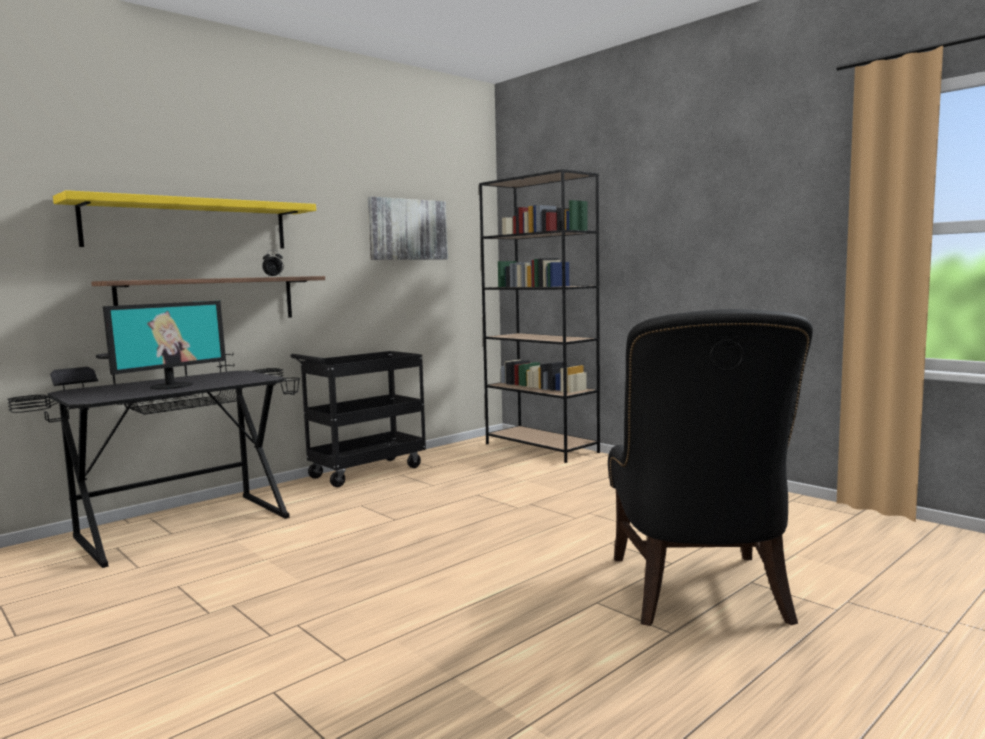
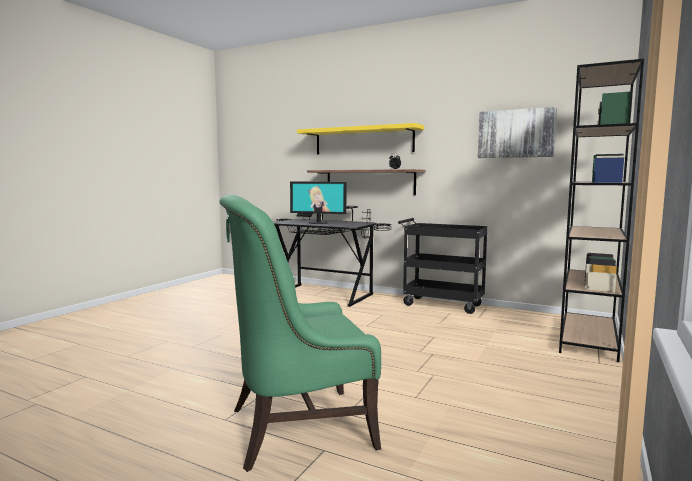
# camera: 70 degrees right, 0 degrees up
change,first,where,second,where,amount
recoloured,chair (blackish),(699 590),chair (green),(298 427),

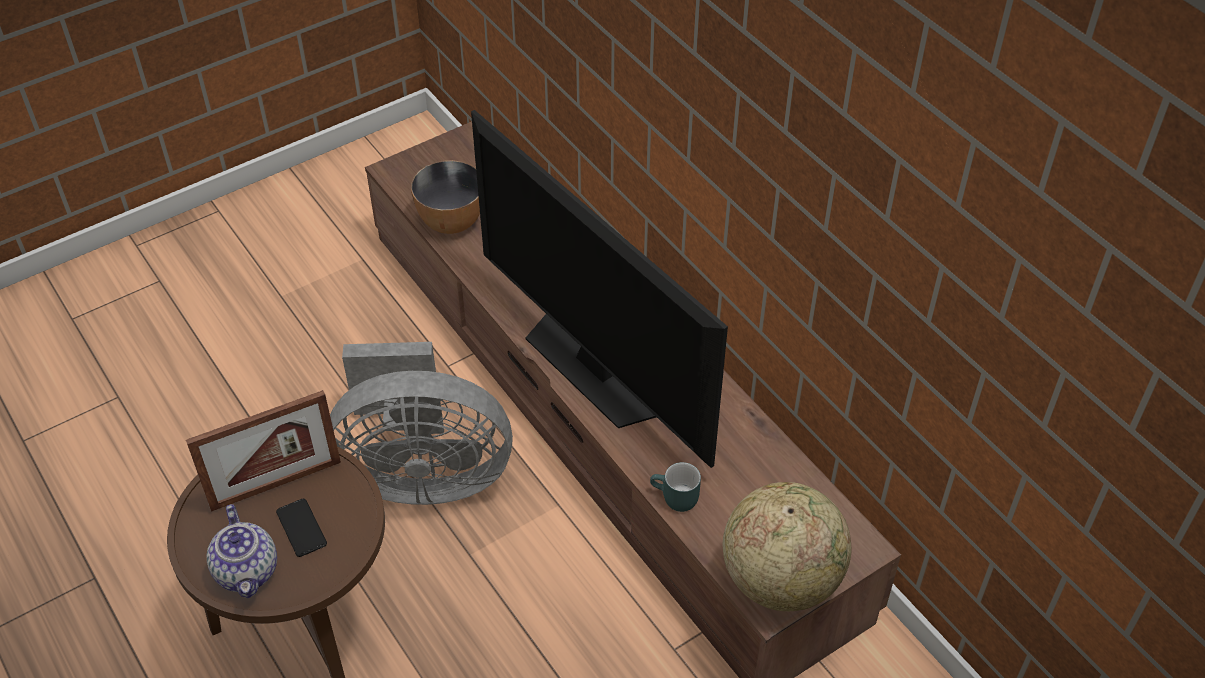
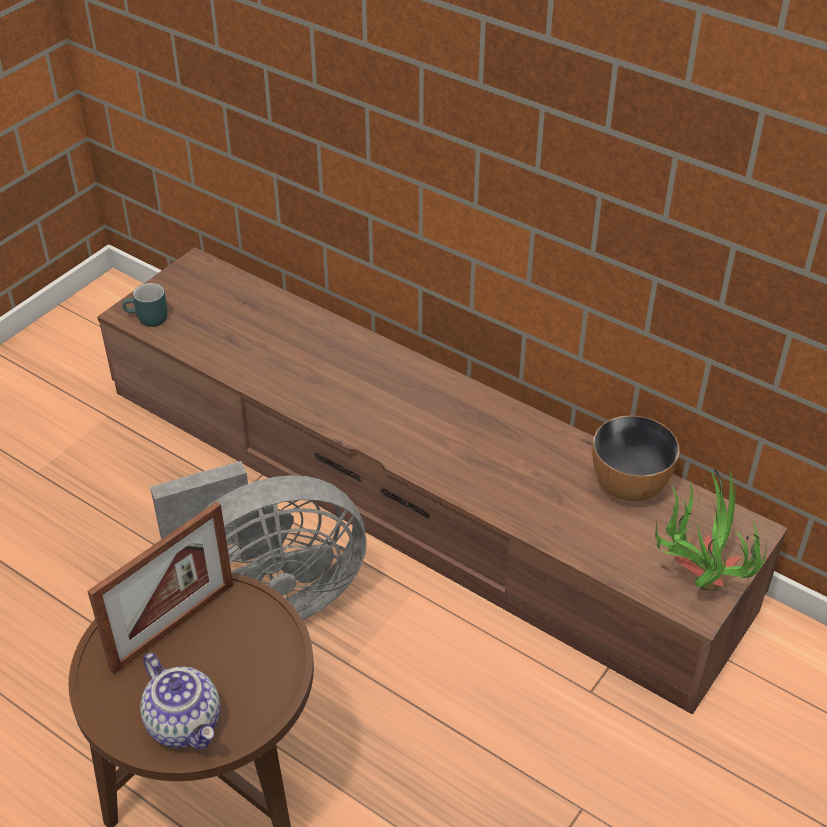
# camera: 20 degrees left, 5 degrees down
change,first,where,second,where,amount
removed,TV set,(596 367),,,
moved,bowl,(452 221),,(629 485),
moved,tea mug (turquoise),(674 499),,(148 320),
replaced,world globe,(781 579),houseplant,(695 581),
removed,handset,(301 528),,,

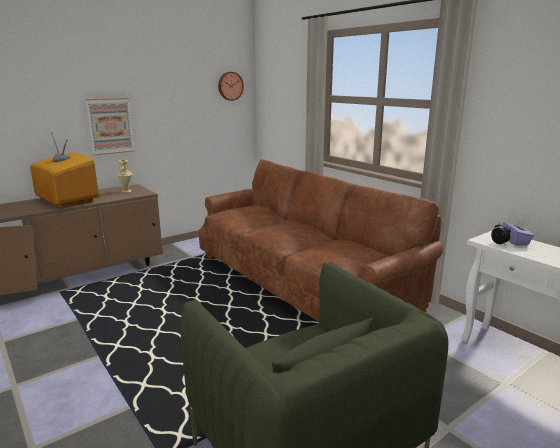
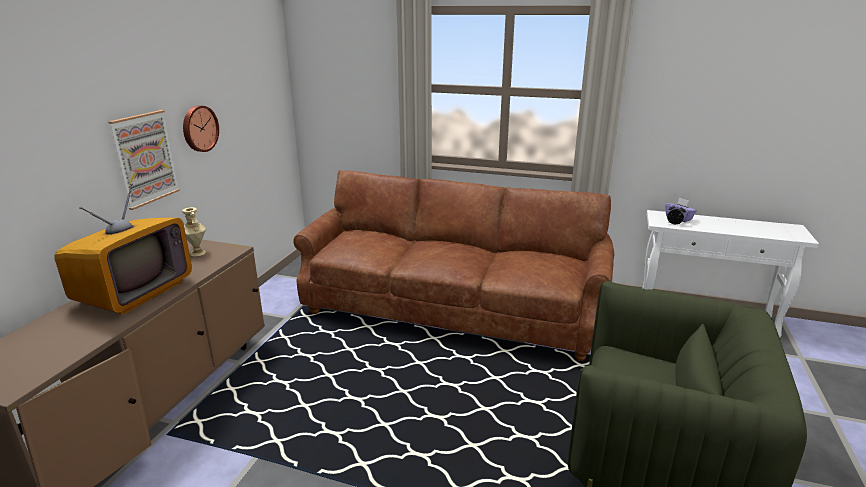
# camera: 35 degrees left, 5 degrees up
change,first,where,second,where,amount
moved,hanging clock,(230 86),,(199 128),
turned,TV set,(67 200),,(134 292),105 degrees clockwise

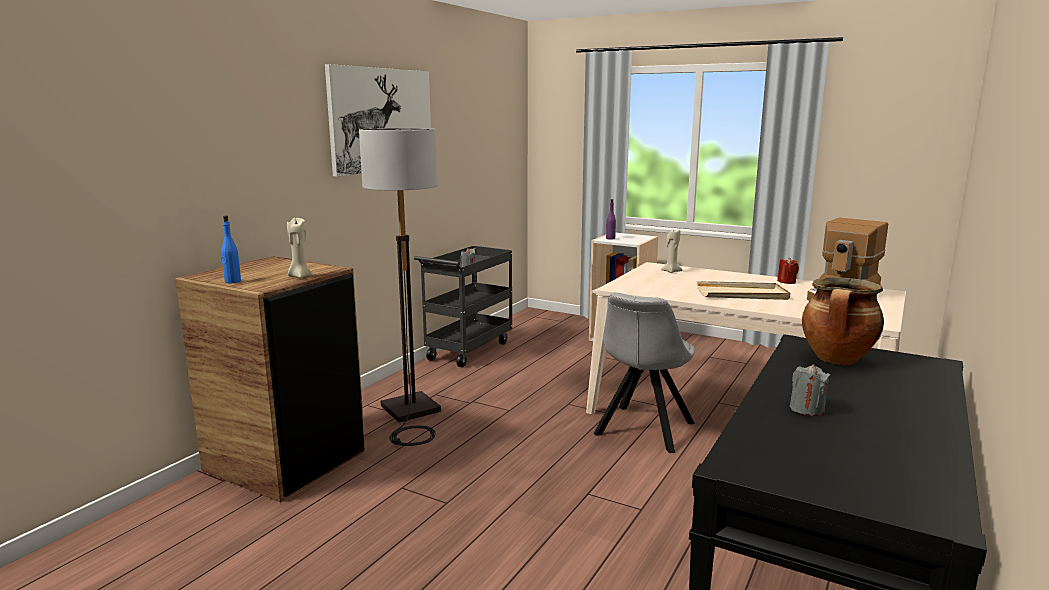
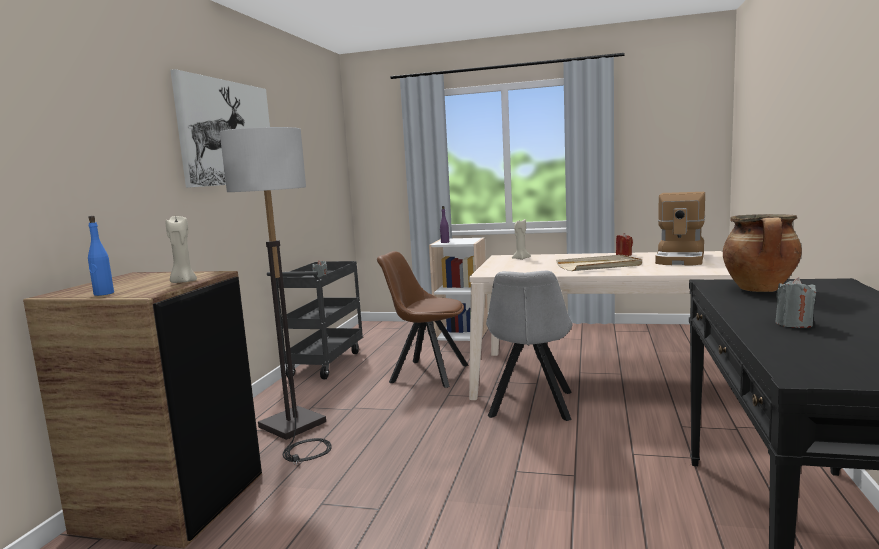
# camera: 15 degrees left, 5 degrees down
change,first,where,second,where,amount
added,,,chair (brown),(427 373),

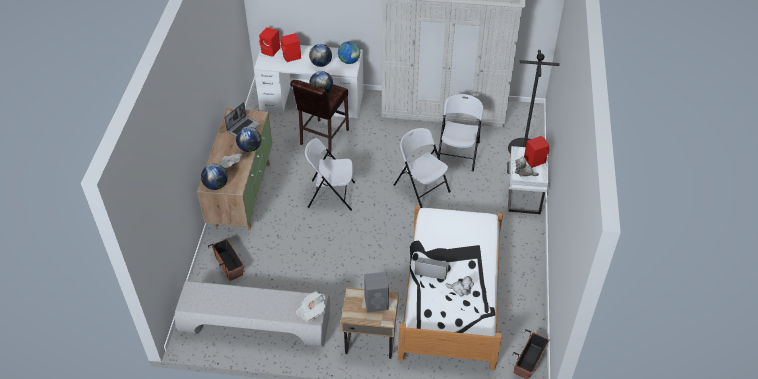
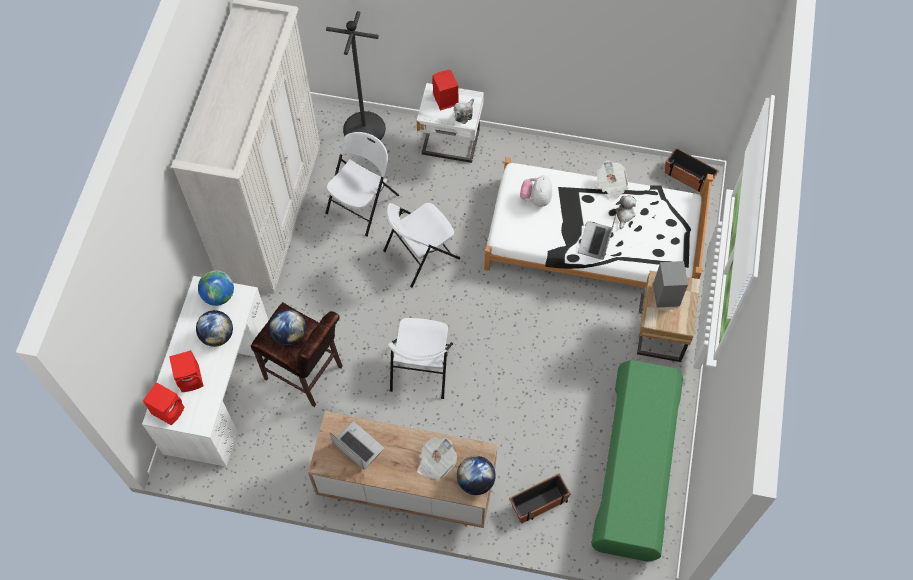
# camera: 85 degrees left, 15 degrees up
change,first,where,second,where,amount
turned,chair (whitish),(458 154),,(362 204),105 degrees clockwise
removed,world globe,(249 148),,,
recoloured,bench (grey),(255 323),bench (green),(635 466),
moved,newspaper,(311 311),,(611 185),
added,,,cuddly toy,(536 199),

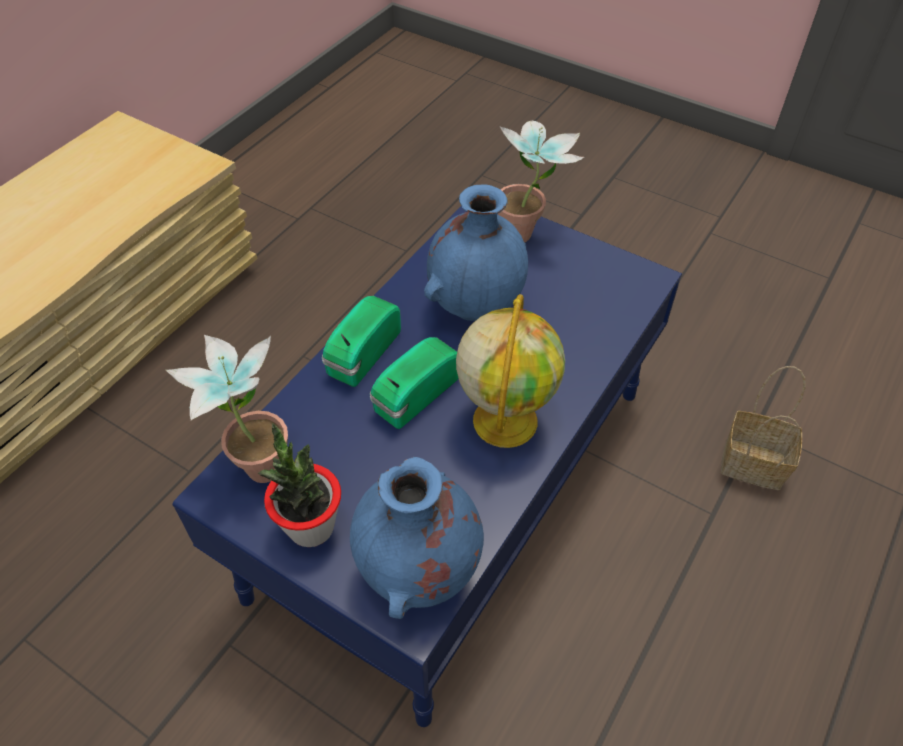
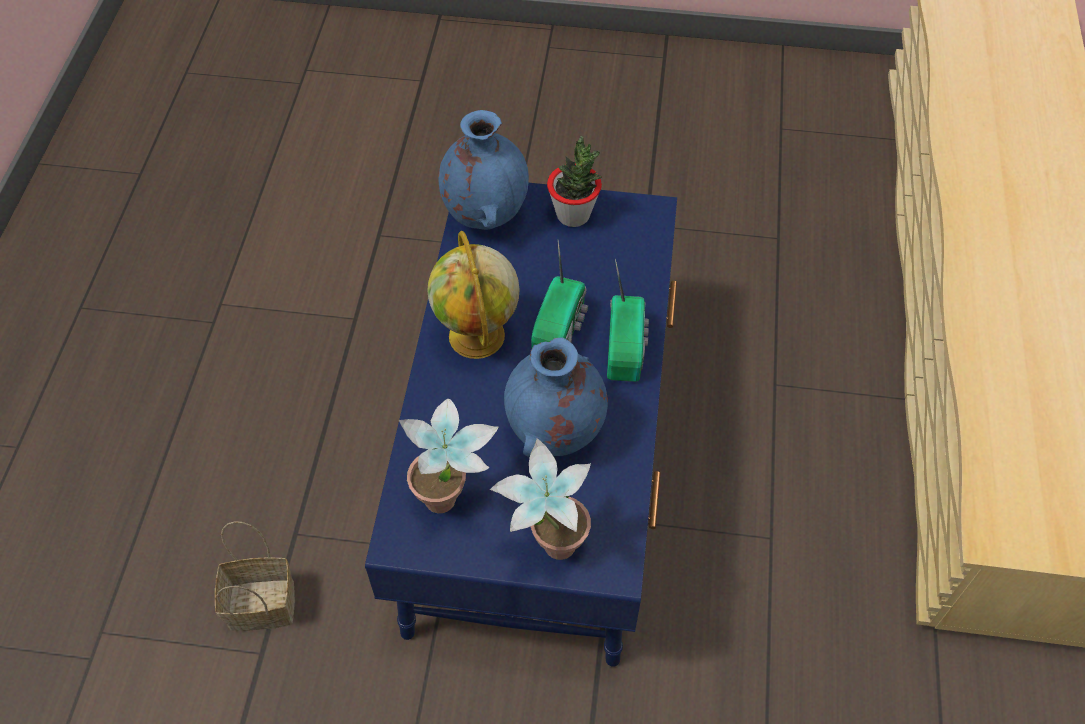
# camera: 155 degrees right, 5 degrees up
change,first,where,second,where,amount
moved,houseplant,(256 460),,(452 503),

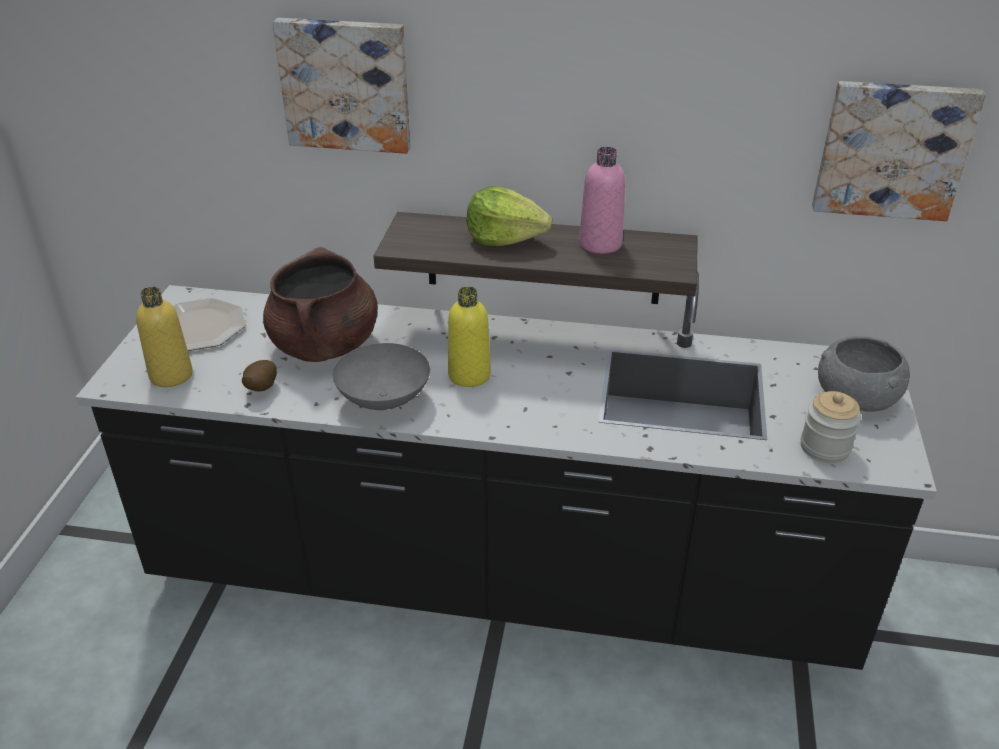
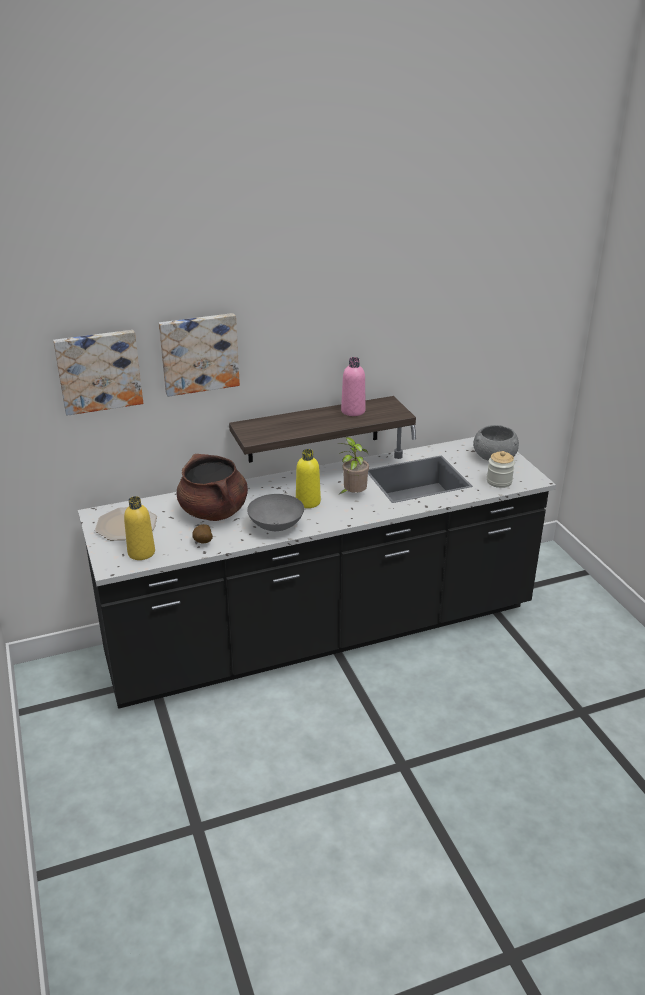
# camera: 30 degrees left, 5 degrees down
change,first,where,second,where,amount
moved,picture,(892 149),,(98 371),
removed,head of lettuce,(505 238),,,
added,,,houseplant,(353 495),

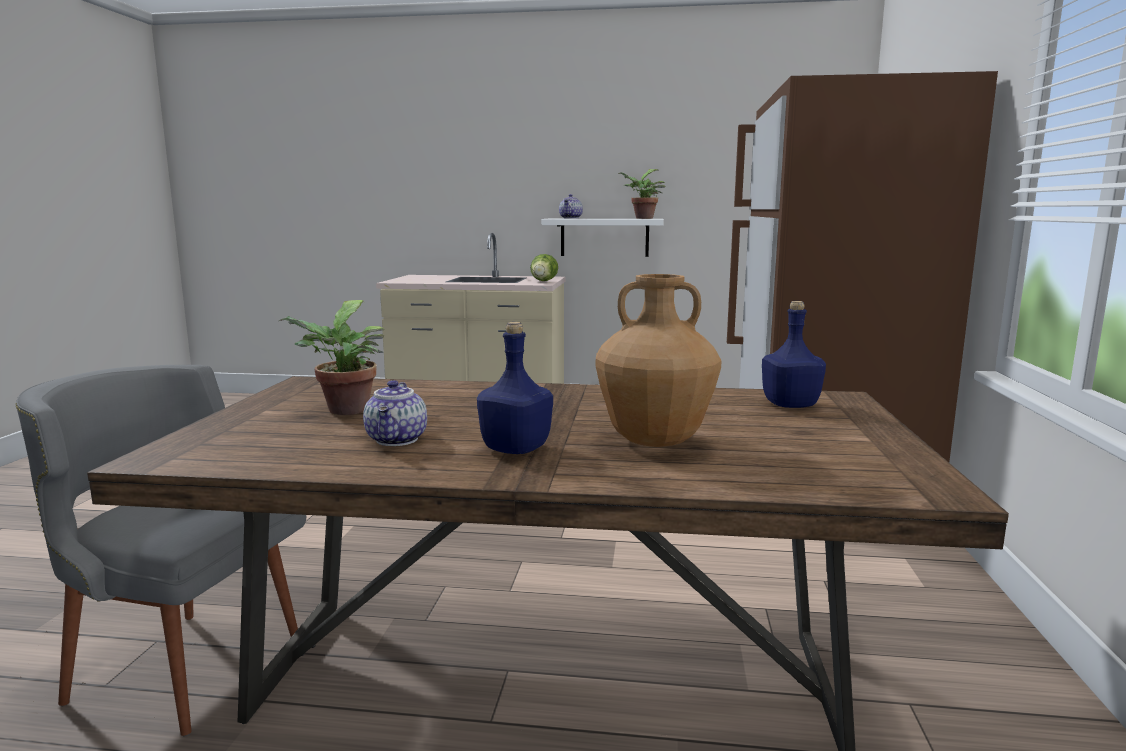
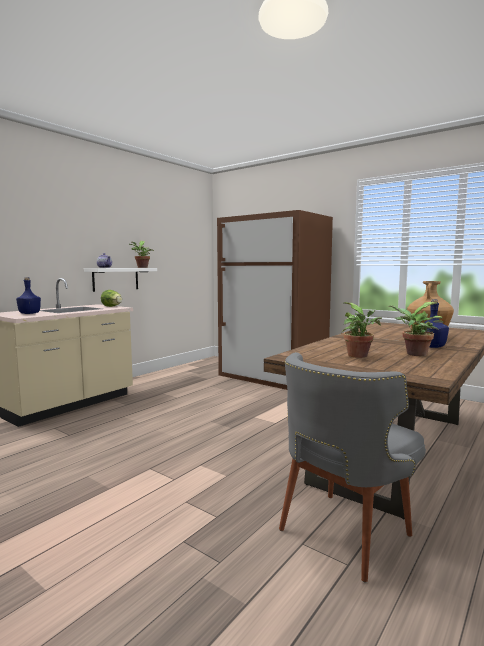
# camera: 60 degrees left, 5 degrees down
change,first,where,second,where,amount
moved,drink bottle (blue),(789 404),,(29 313),
replaced,tea pot,(398 440),houseplant,(414 354),

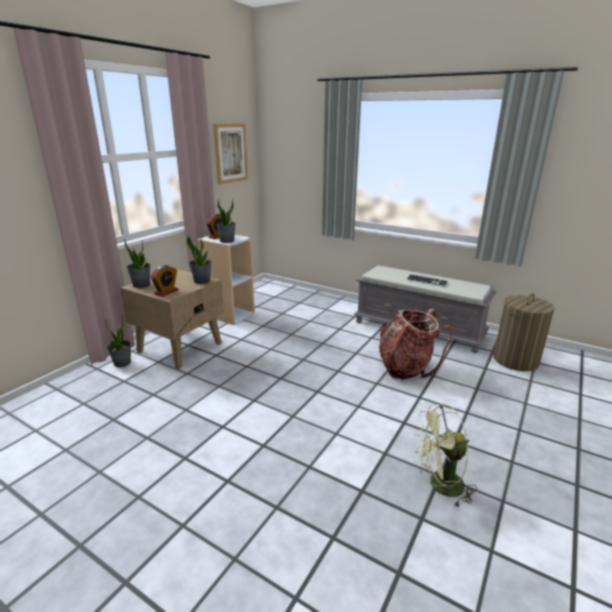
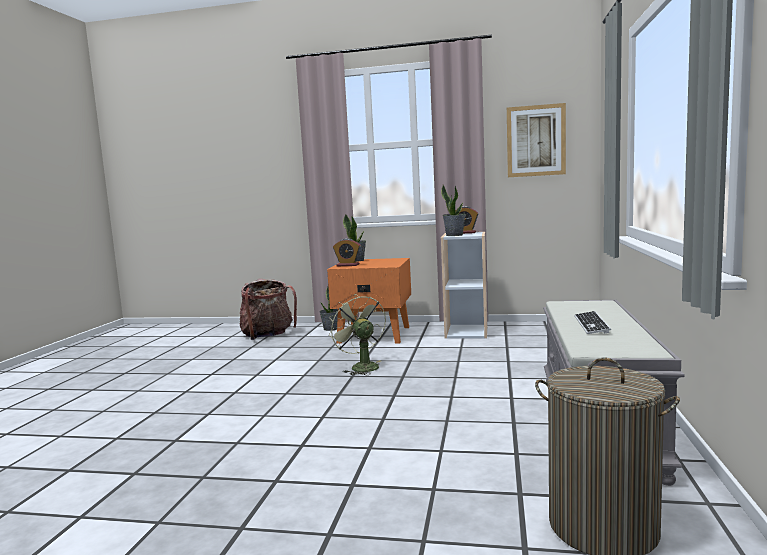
# camera: 70 degrees right, 15 degrees down
change,first,where,second,where,amount
removed,houseplant,(202 281),,,
recoloured,night table (sand-coloured),(180 347),night table (orange-coloured),(375 334),
moved,knapsack,(406 367),,(268 335),
moved,fan (green),(440 486),,(361 367),

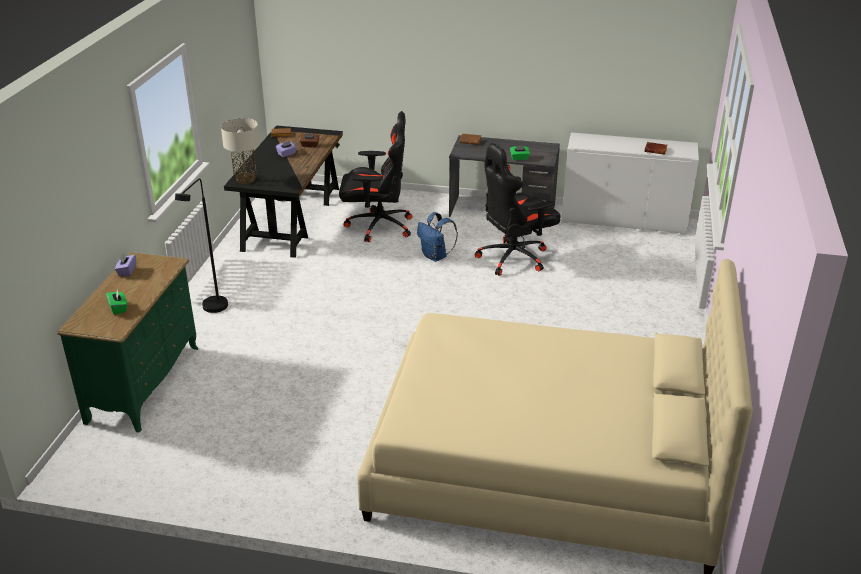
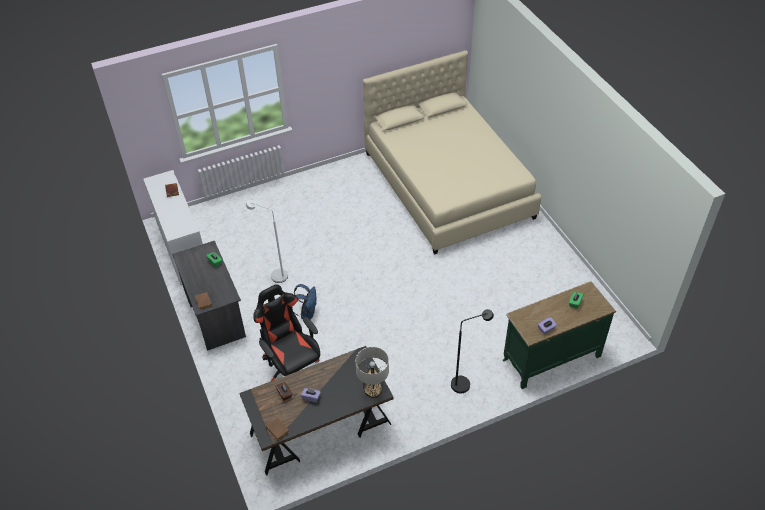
# camera: 125 degrees left, 15 degrees up
change,first,where,second,where,amount
replaced,desk chair (blackish),(517 257),floor lamp (whitish),(275 275),

